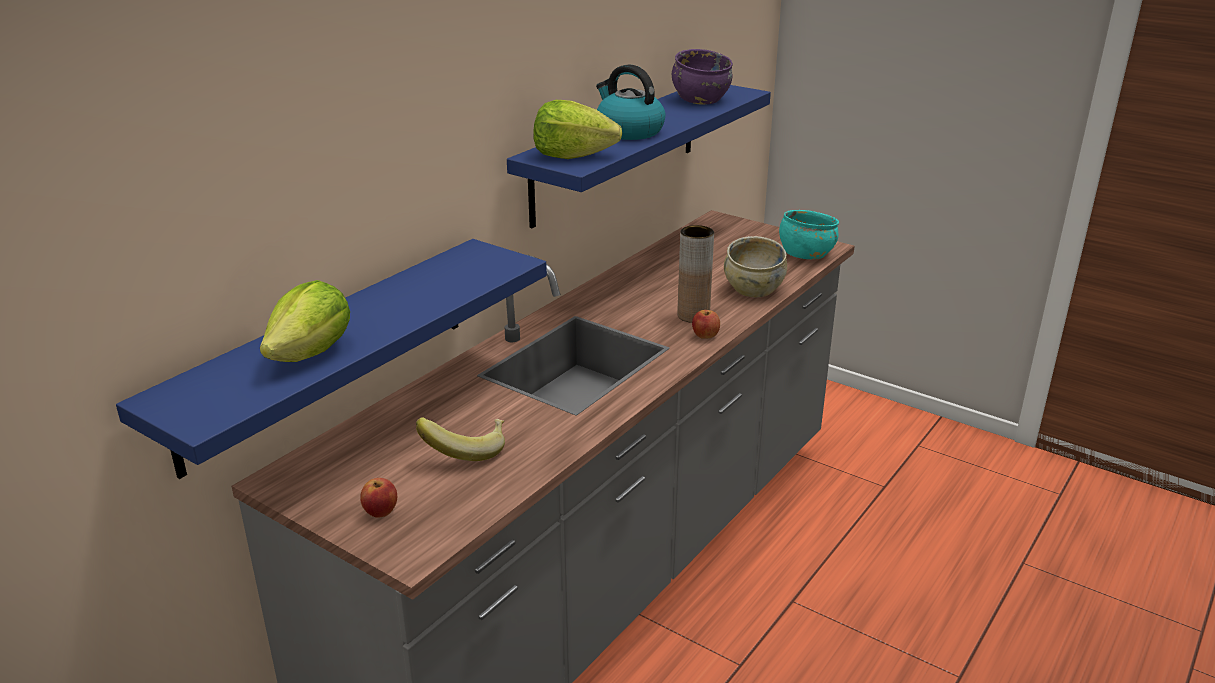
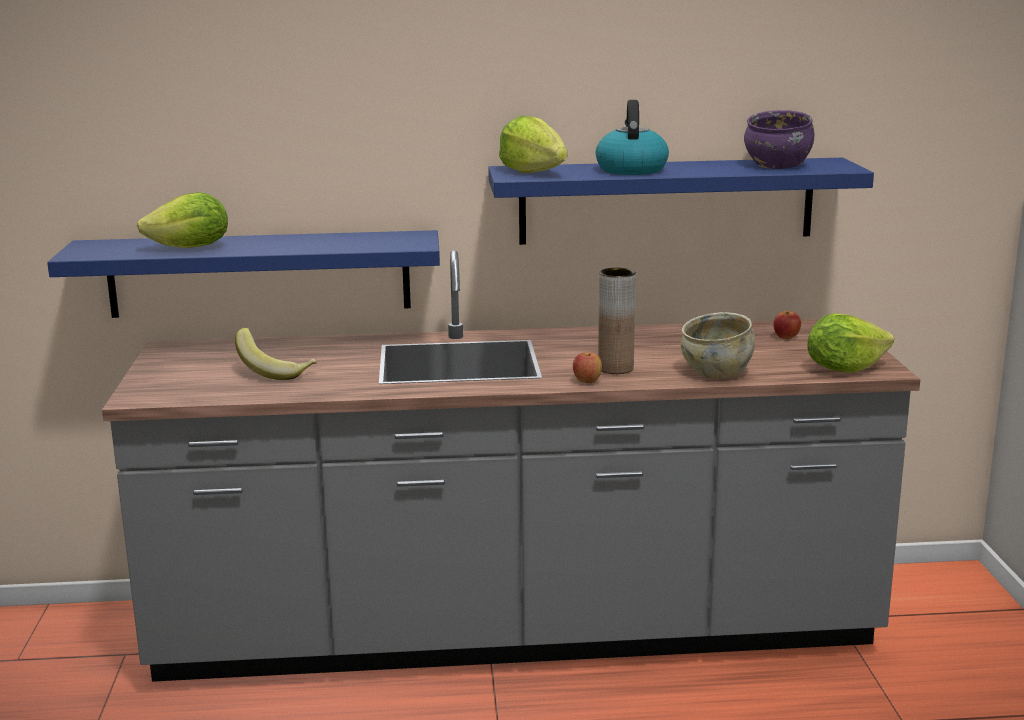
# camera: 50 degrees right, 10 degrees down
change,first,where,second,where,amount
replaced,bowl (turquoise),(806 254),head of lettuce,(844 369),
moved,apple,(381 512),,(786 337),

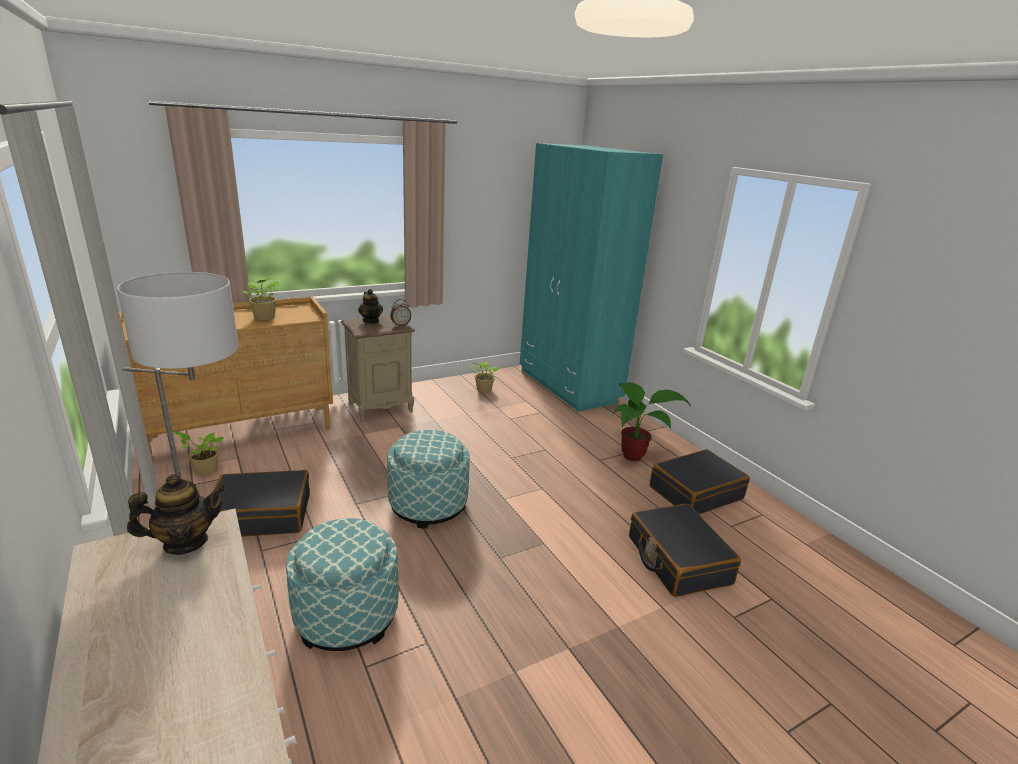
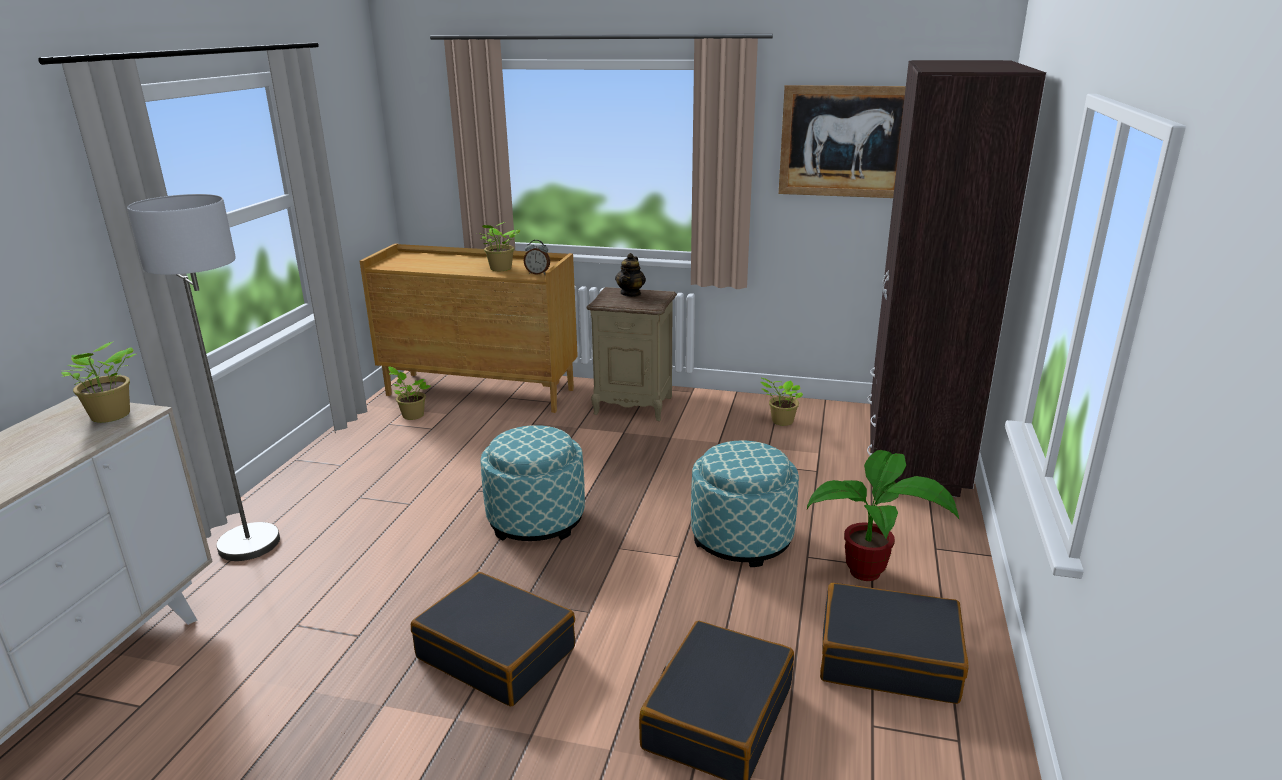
# camera: 45 degrees right, 0 degrees up
change,first,where,second,where,amount
recoloured,wardrobe (turquoise),(568 386),wardrobe (brown),(914 452),
moved,table clock,(400 324),,(538 273),
moved,travel case (blackish),(262 515),,(497 652),
replaced,tea pot,(185 542),houseplant,(110 417),
moved,ottoman,(347 615),,(742 538),
added,,,picture,(844 141),

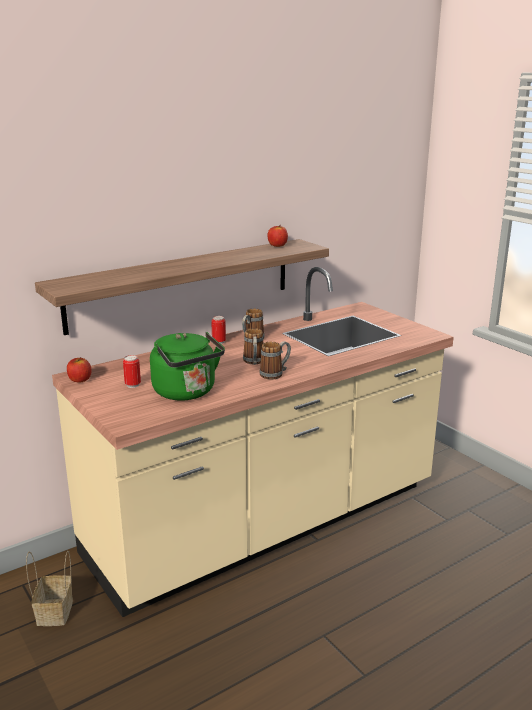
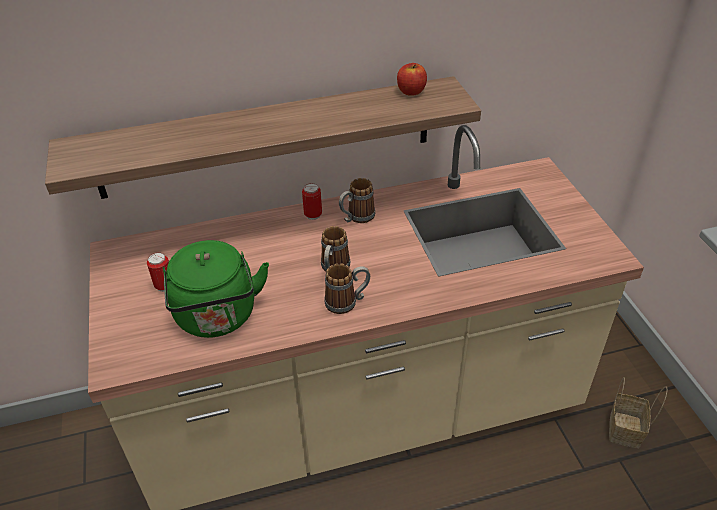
# camera: 20 degrees right, 20 degrees up
change,first,where,second,where,amount
removed,apple,(80 380),,,
moved,basket,(55 613),,(625 431),

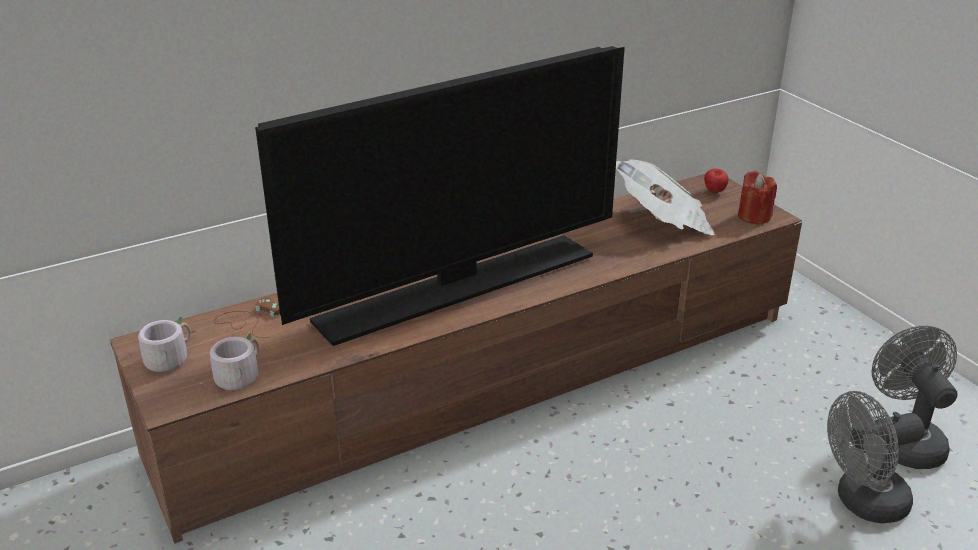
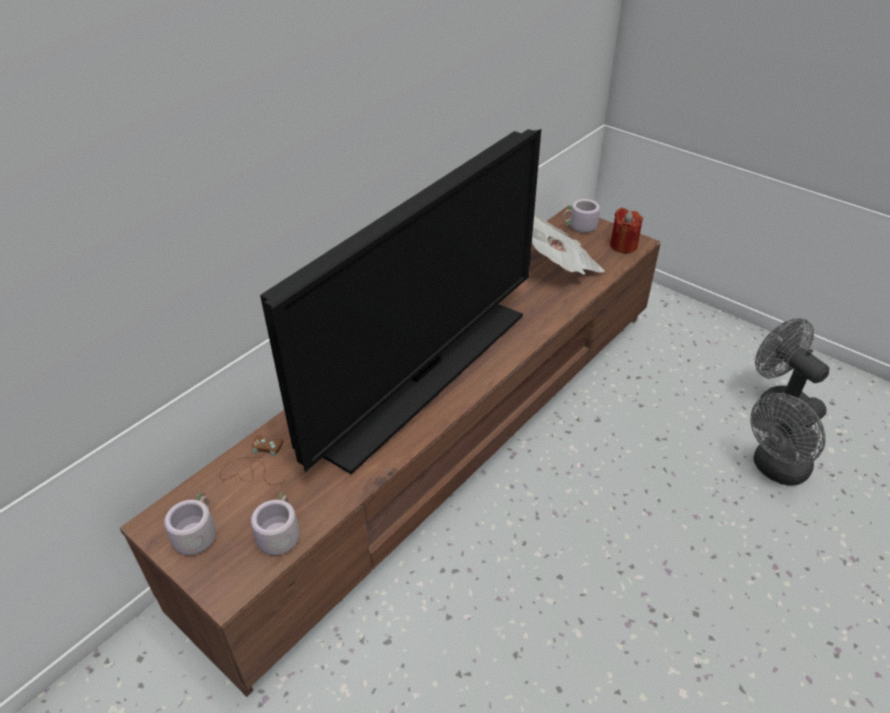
# camera: 20 degrees left, 10 degrees up
change,first,where,second,where,amount
replaced,apple,(714 192),tea mug (grey),(580 228),

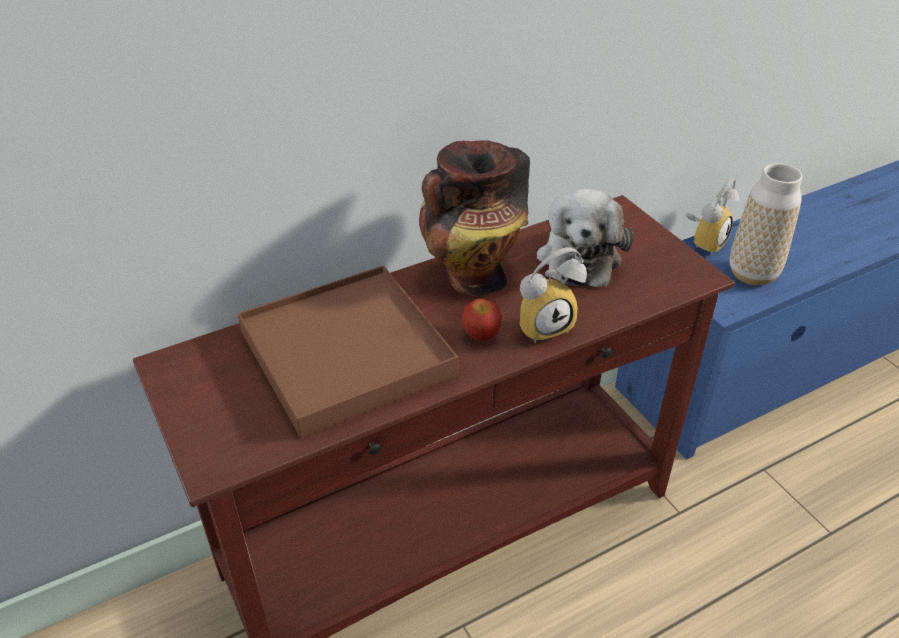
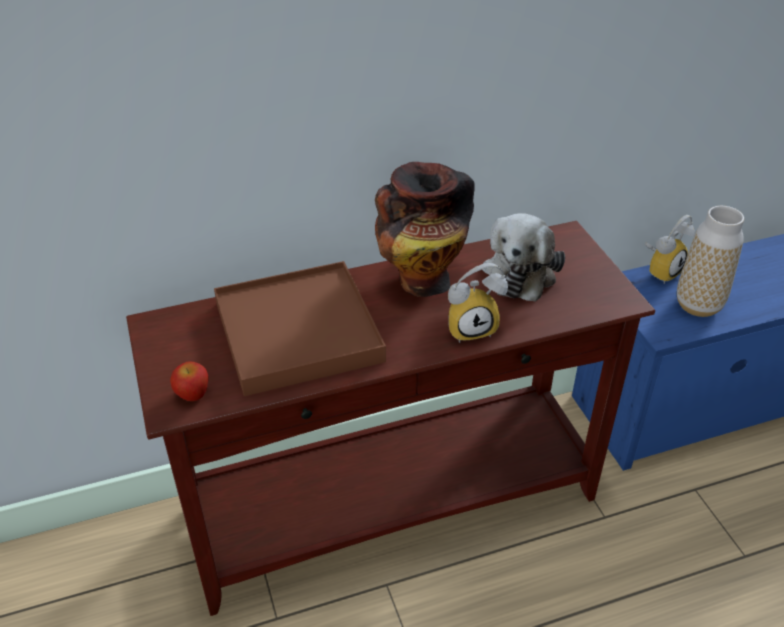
# camera: 10 degrees right, 0 degrees up
change,first,where,second,where,amount
moved,apple,(481 334),,(192 394),

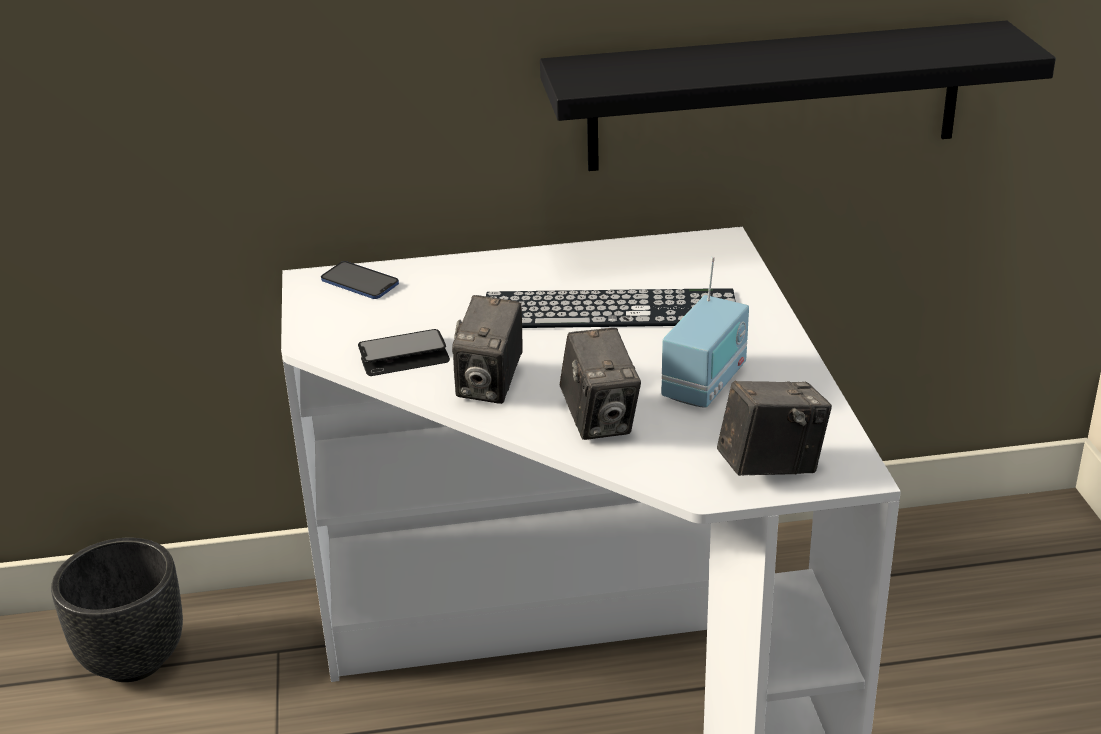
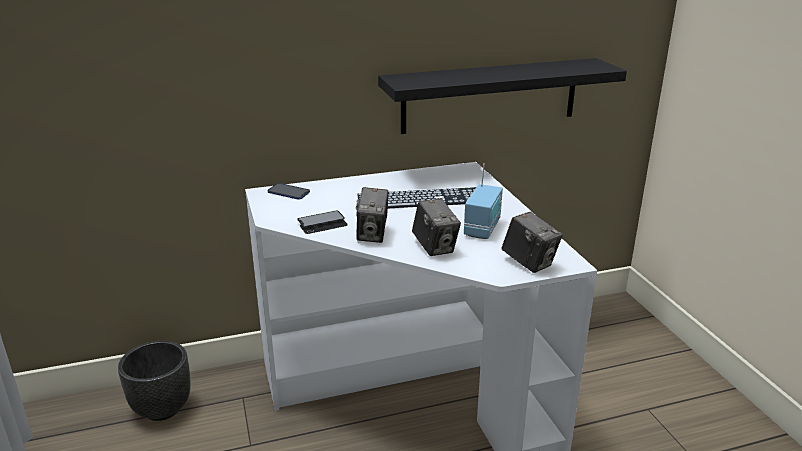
# camera: 10 degrees left, 5 degrees down
change,first,where,second,where,amount
turned,still camera,(770 466),,(529 263),75 degrees clockwise

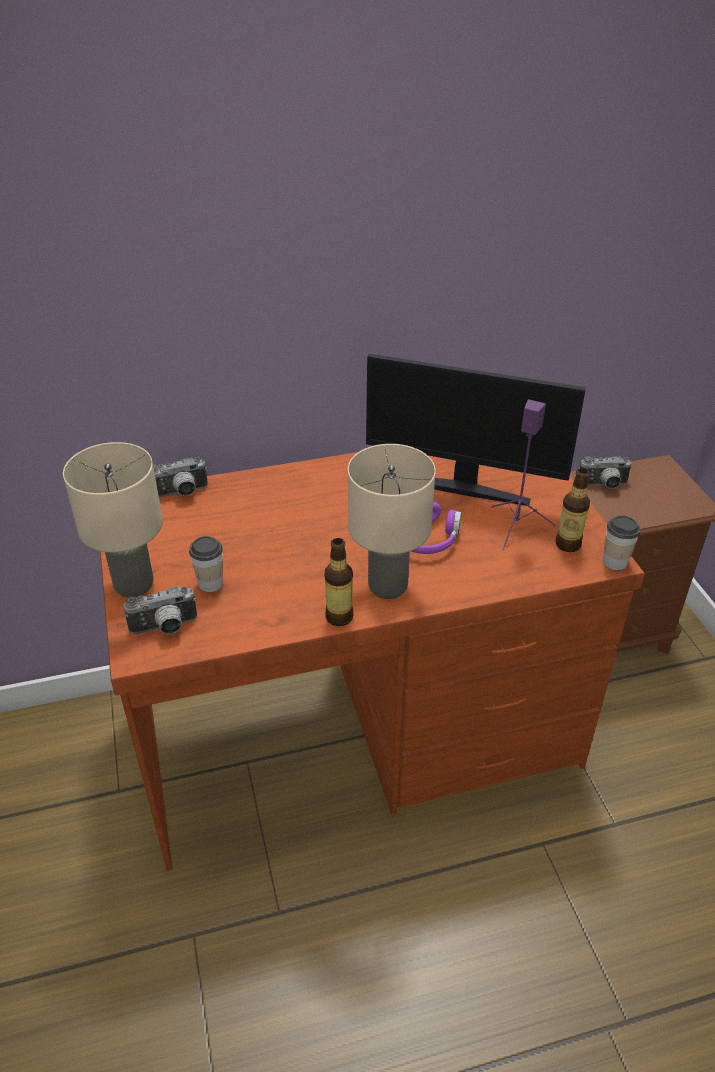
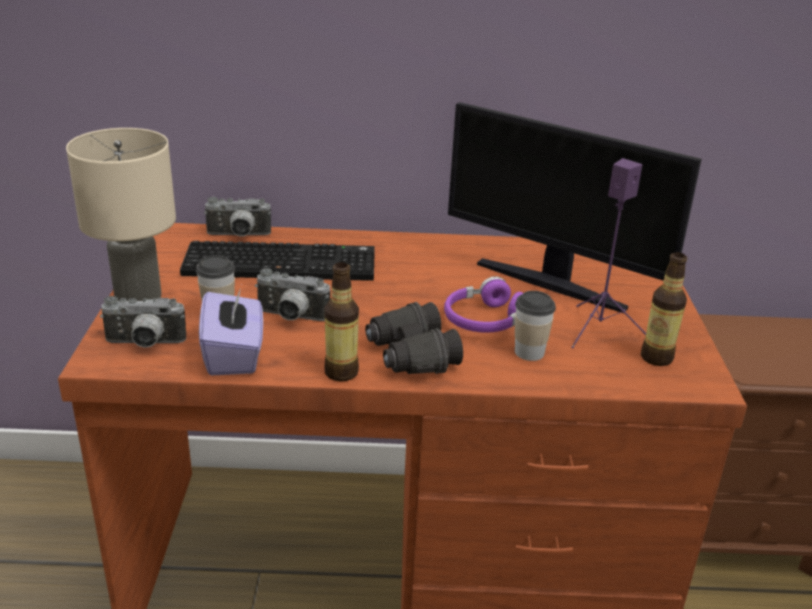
# camera: 15 degrees right, 10 degrees down
change,first,where,second,where,amount
replaced,tabletop lamp (sand-coloured),(385 587),binoculars (blackish),(411 356),
moved,still camera,(603 486),,(290 318),
moved,cup,(615 562),,(529 352),
added,,,computer keyboard,(282 263),
added,,,tissue holder (purple-coloured),(234 355),

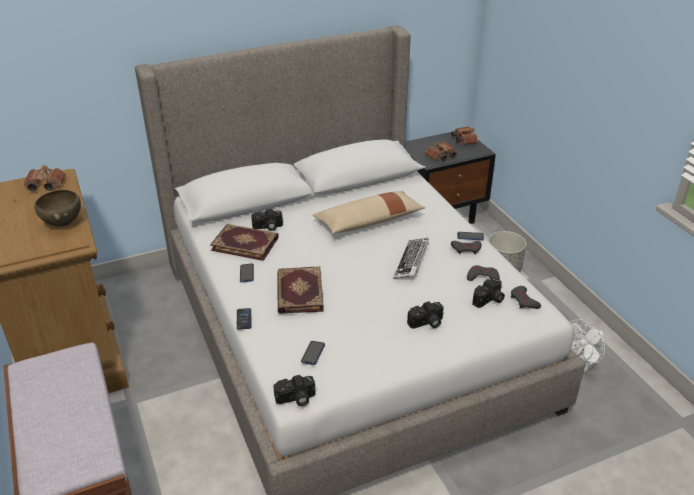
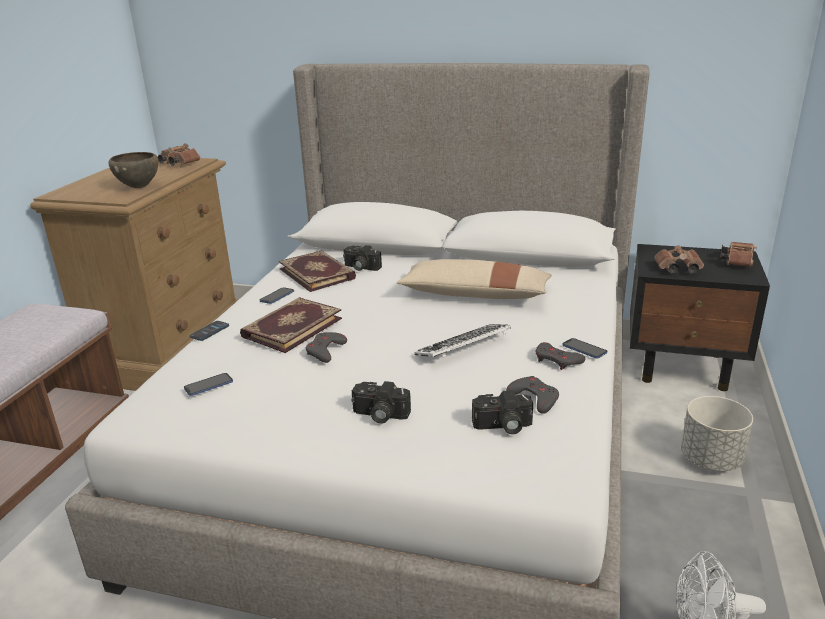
# camera: 40 degrees right, 10 degrees down
change,first,where,second,where,amount
moved,joypad (grey),(524 301),,(325 351),
removed,still camera,(295 399),,,

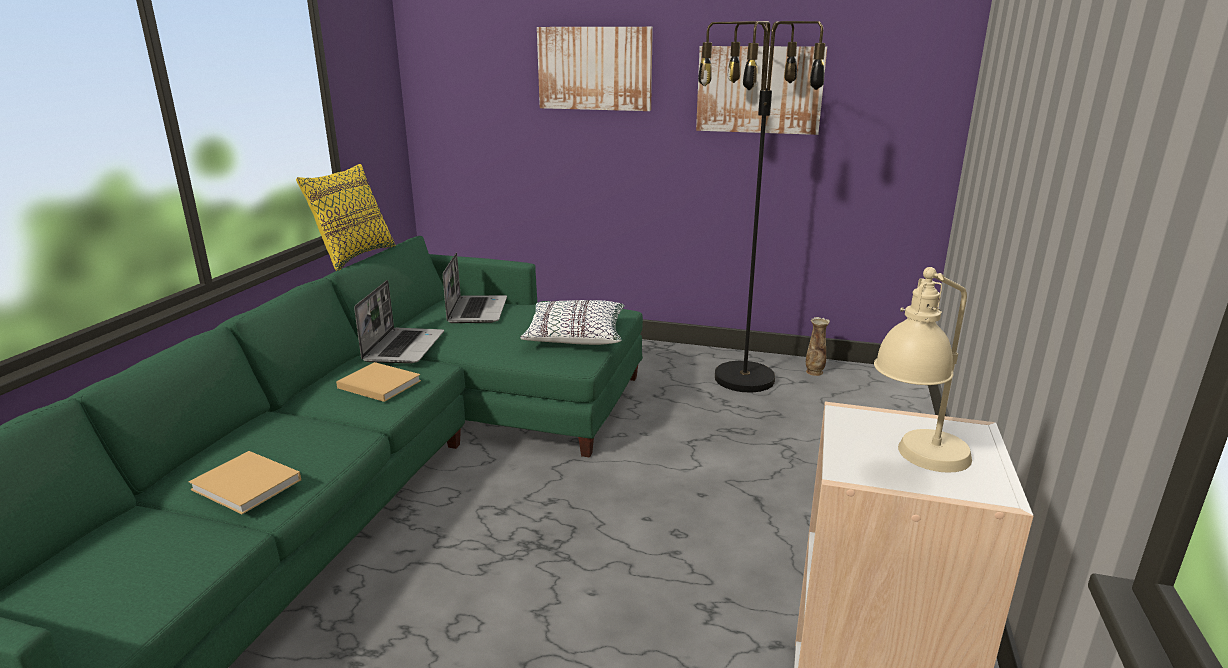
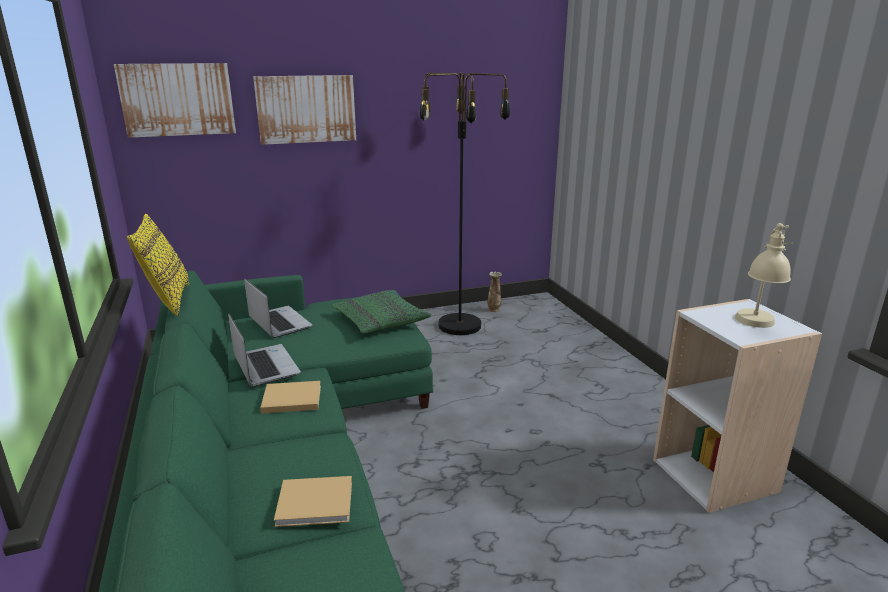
# camera: 35 degrees left, 0 degrees up
change,first,where,second,where,amount
moved,picture,(759 89),,(178 99),
recoloured,throw pillow (whitish),(575 335),throw pillow (green),(380 321),

